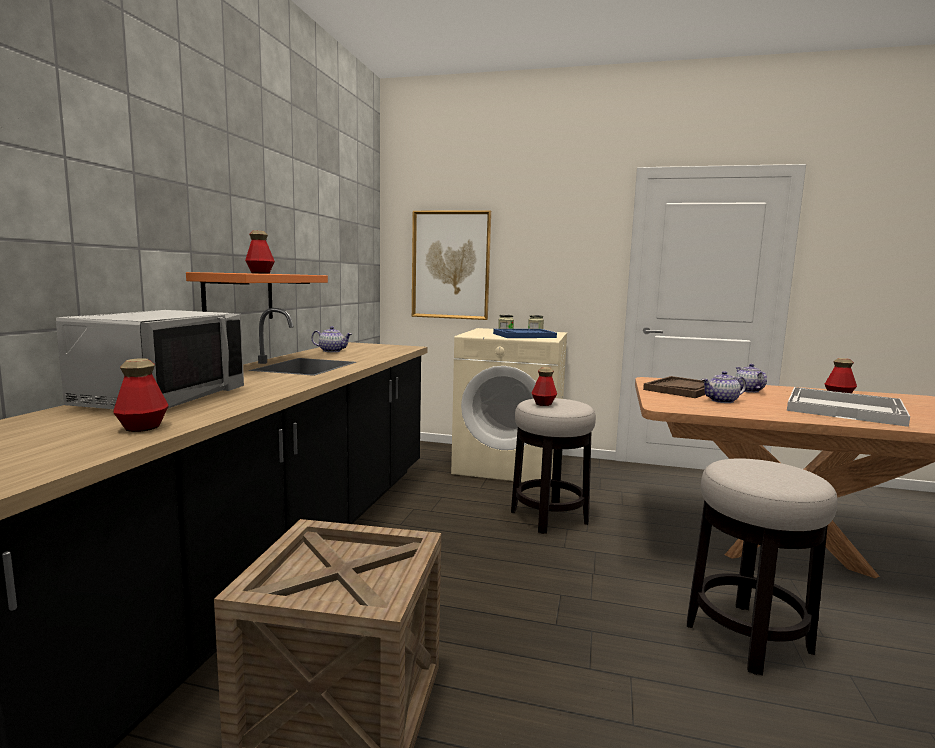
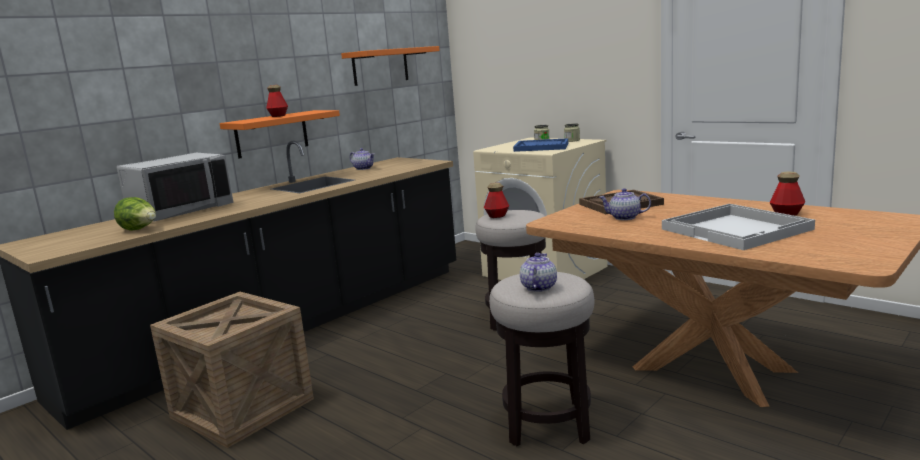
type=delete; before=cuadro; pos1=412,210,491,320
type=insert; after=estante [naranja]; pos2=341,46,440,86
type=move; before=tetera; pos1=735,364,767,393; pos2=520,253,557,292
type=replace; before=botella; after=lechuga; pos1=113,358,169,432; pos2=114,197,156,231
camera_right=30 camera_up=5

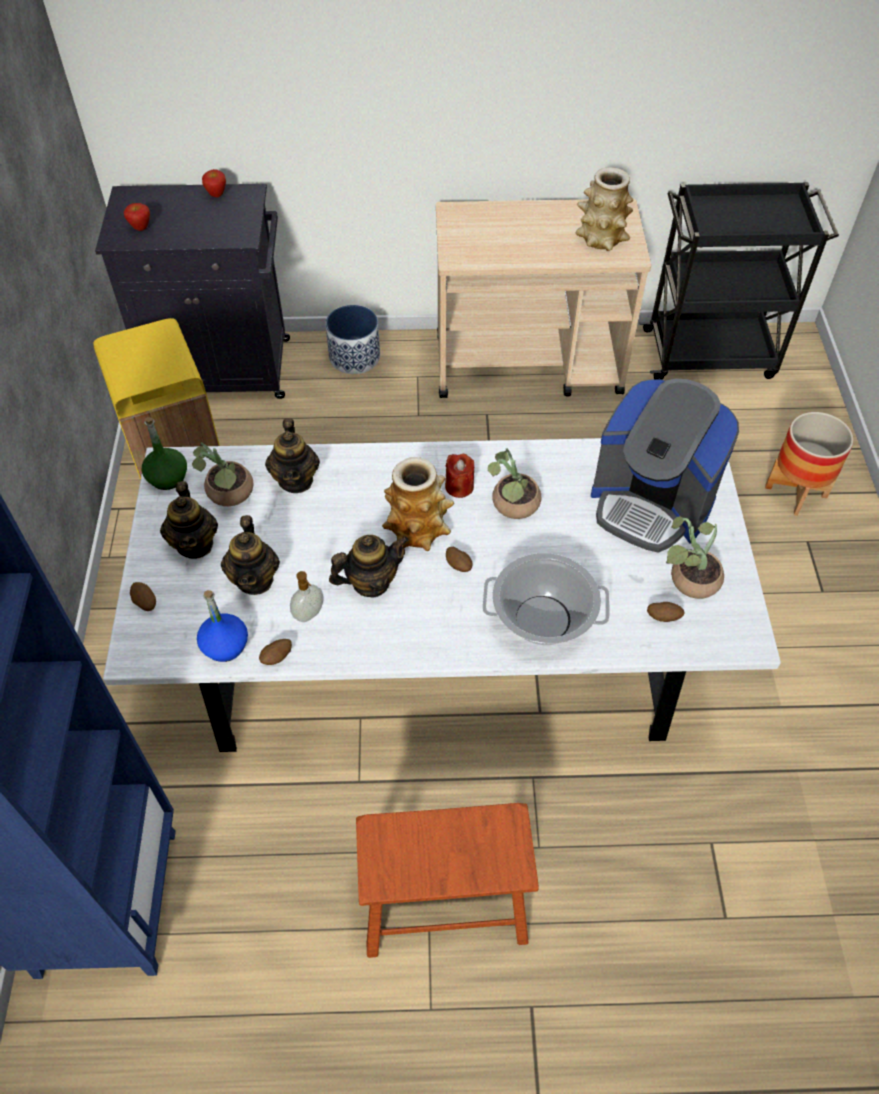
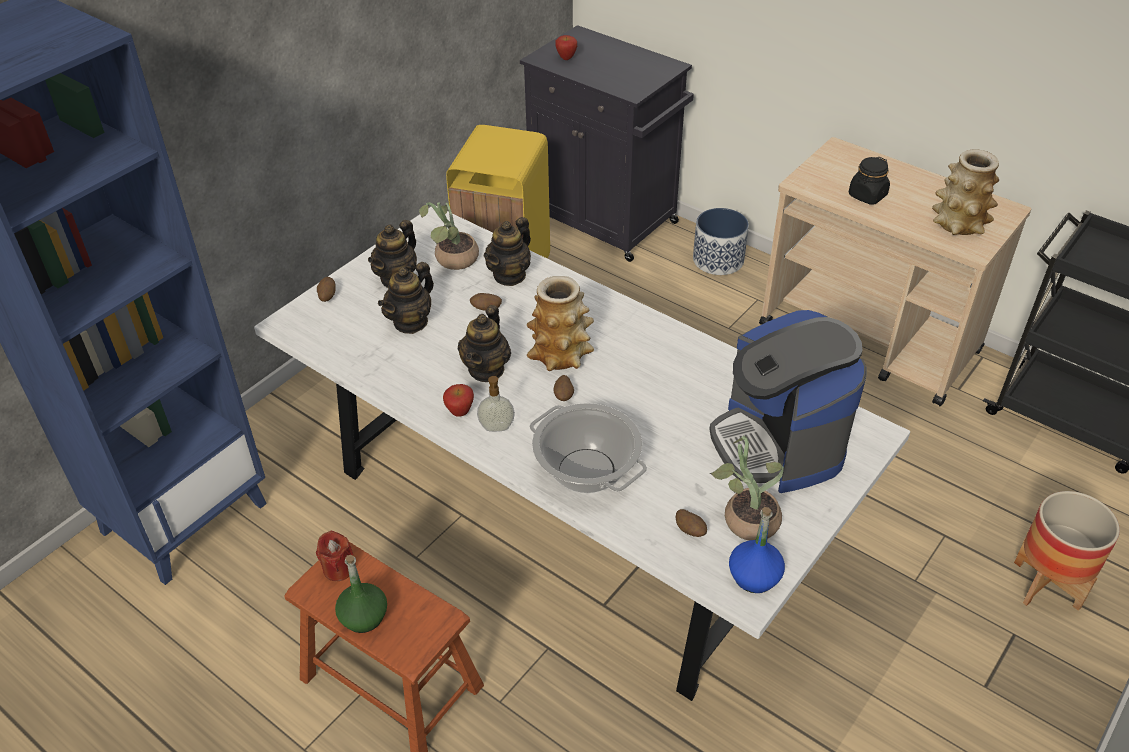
type=delete; before=planta en maceta; pos1=488,448,541,519
type=insert; after=tarro [negro]; pos2=849,157,890,205
type=move; before=botella [verde]; pos1=142,417,187,490; pos2=335,555,387,633
type=move; before=botella [azul]; pos1=197,590,248,662; pos2=729,507,785,593
type=move; before=manzana; pos1=202,169,226,197; pos2=443,384,474,417
type=move; before=patata; pos1=259,639,292,665; pos2=470,293,502,311
type=move; before=dispensador de jabón; pos1=290,571,323,622; pos2=477,376,515,432
type=move; before=vela [rojo]; pos1=445,454,474,498; pos2=316,531,356,581
type=rotate; before=tetera; pos1=329,535,409,598; pos2=458,305,511,382; turn=90
camera_right=40 camera_up=-10

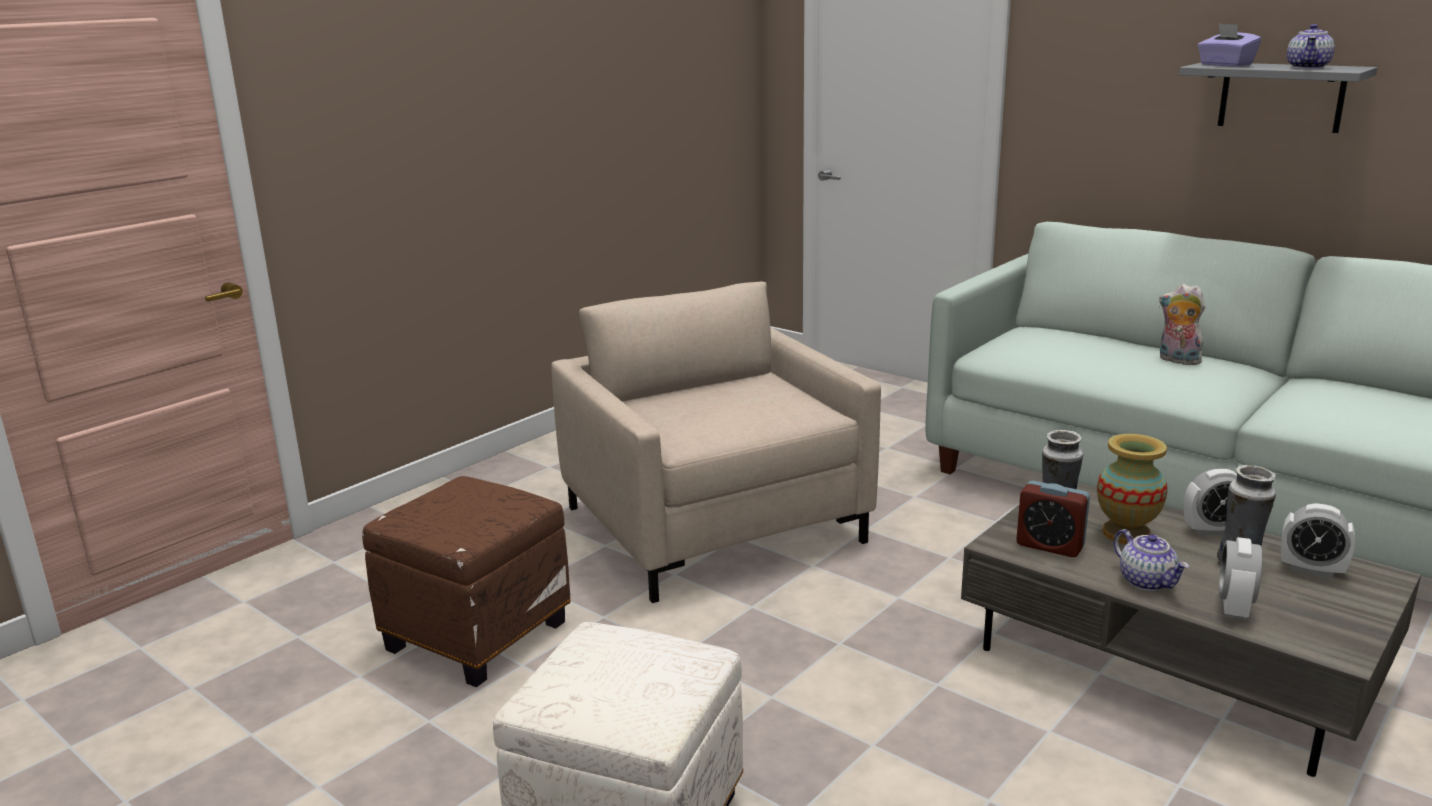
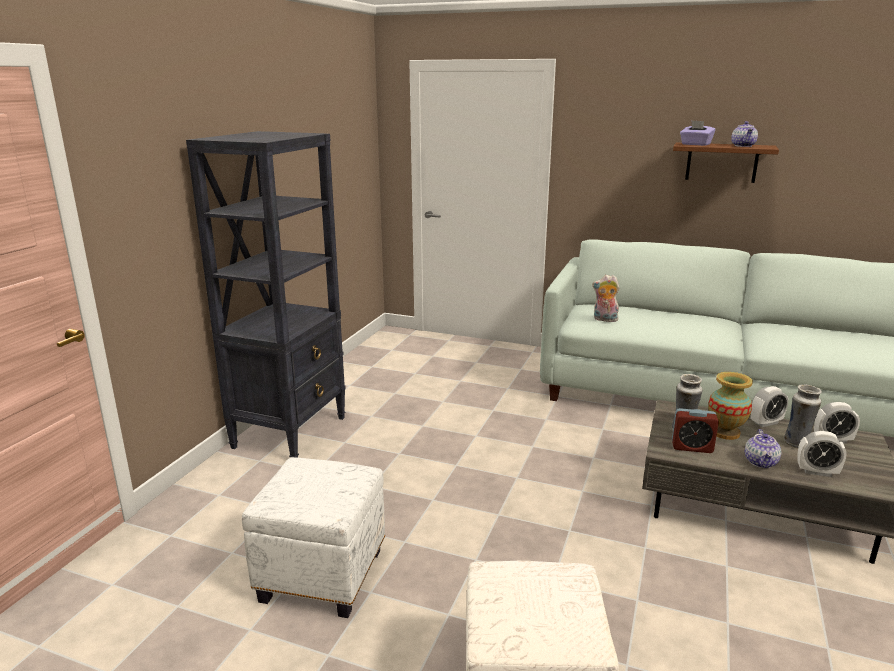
type=delete; before=sillón [beis]; pos1=551,281,881,603
type=insert; after=estantería [negro]; pos2=186,131,346,458
type=move; before=peluche; pos1=1159,284,1206,365; pos2=592,275,620,322
type=recolor; before=puf [marrón]; after=puf [blanco]; pos1=362,476,571,687; pos2=242,457,385,618
type=recolor; before=estante [gris]; after=estante [marrón]; pos1=1179,63,1378,133; pos2=673,143,779,183
type=rotate; before=tetera; pos1=1113,529,1189,591; pos2=745,429,781,468; turn=60
type=rotate; before=despertador; pos1=1219,537,1263,620; pos2=797,431,847,477; turn=-75
camera_right=-20 camera_up=0

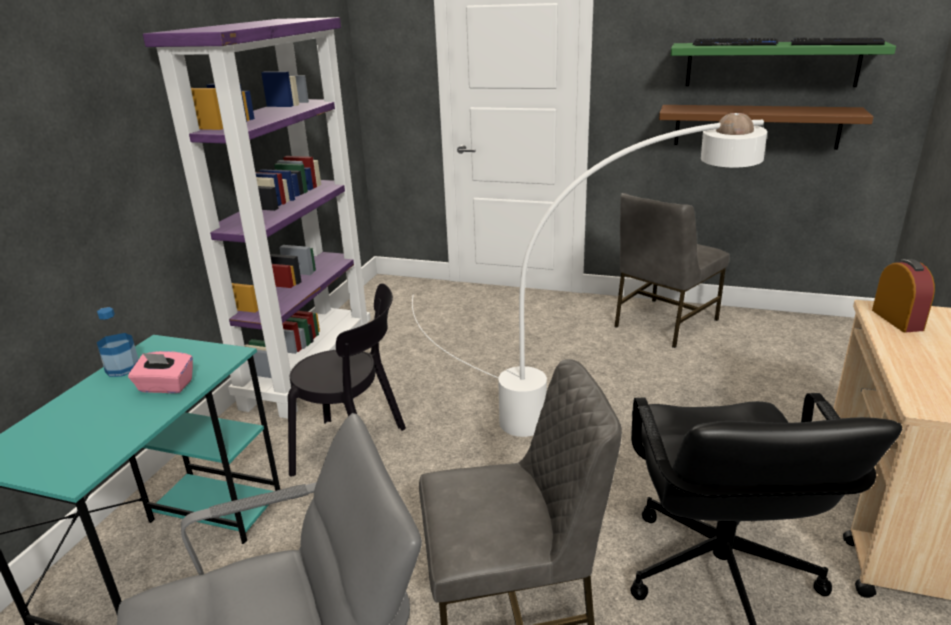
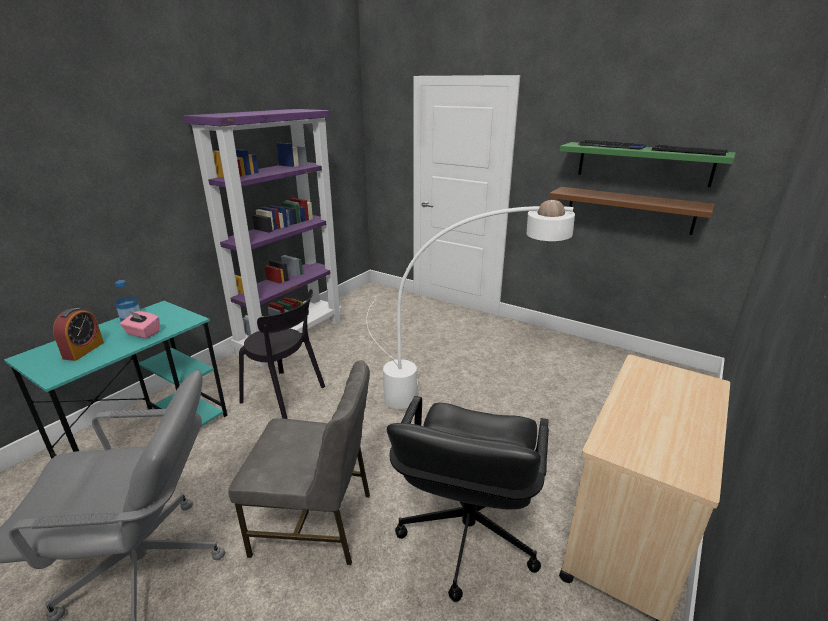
type=delete; before=silla [gris]; pos1=614,193,729,348
type=move; before=despertador; pos1=872,259,935,332; pos2=53,308,104,361
camera_right=15 camera_up=0

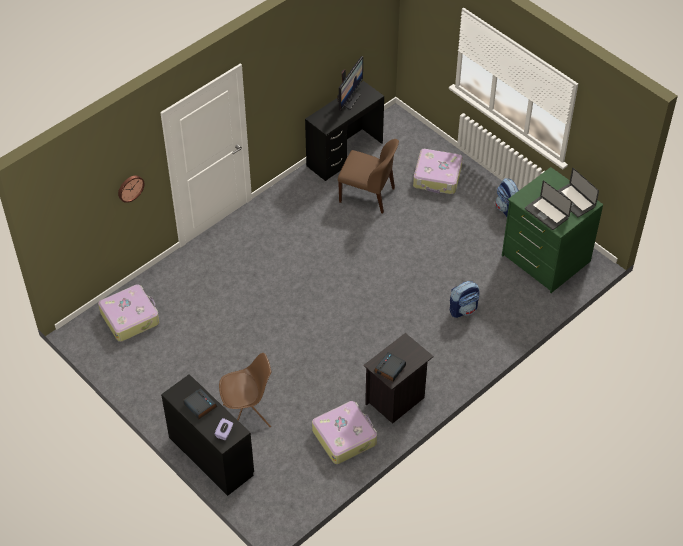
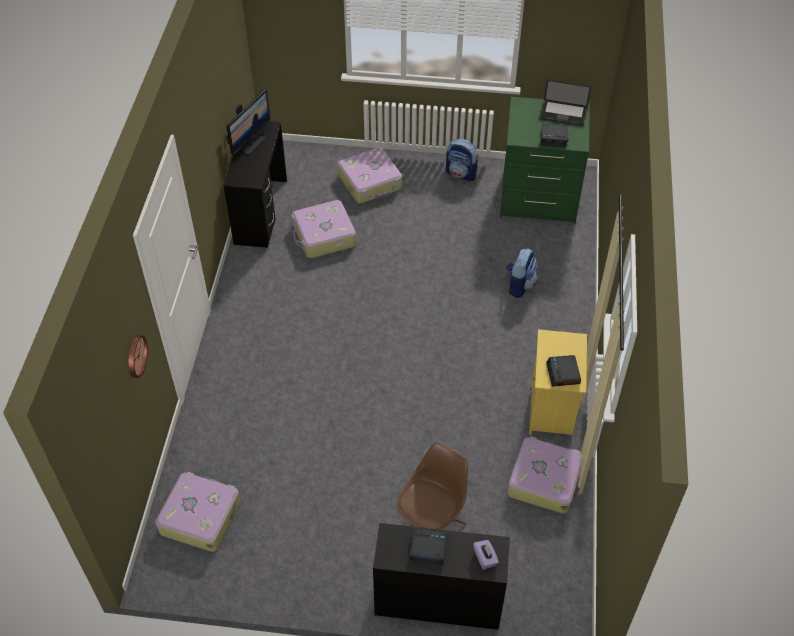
type=replace; before=silla [marrón]; after=maleta; pos1=338,139,399,214; pos2=292,200,356,258
type=replace; before=portátil; after=despertador; pos1=525,181,572,230; pos2=540,123,568,148
type=recolor; before=mesita de noche [negro]; after=mesita de noche [amarillo]; pos1=363,333,434,424; pos2=529,329,587,435
type=rotate; before=monitor; pos1=337,56,363,111; pos2=226,90,270,156; turn=45
camera_right=-40 camera_up=0

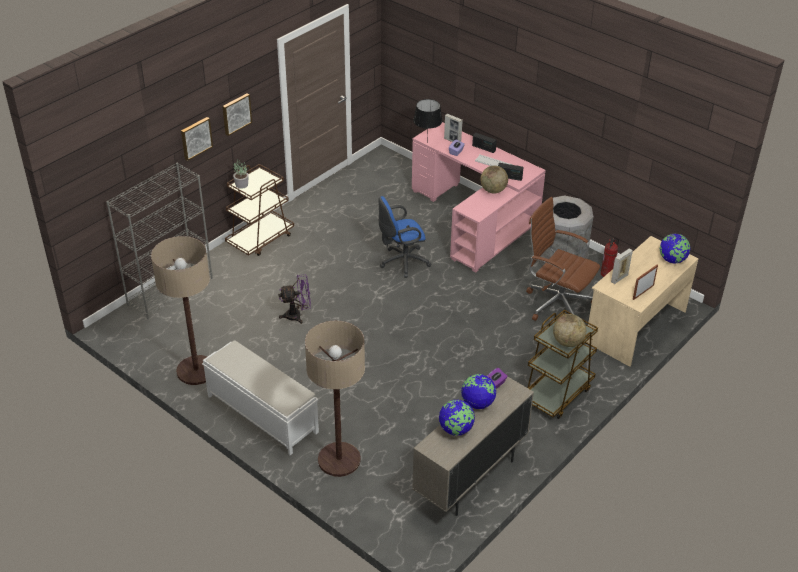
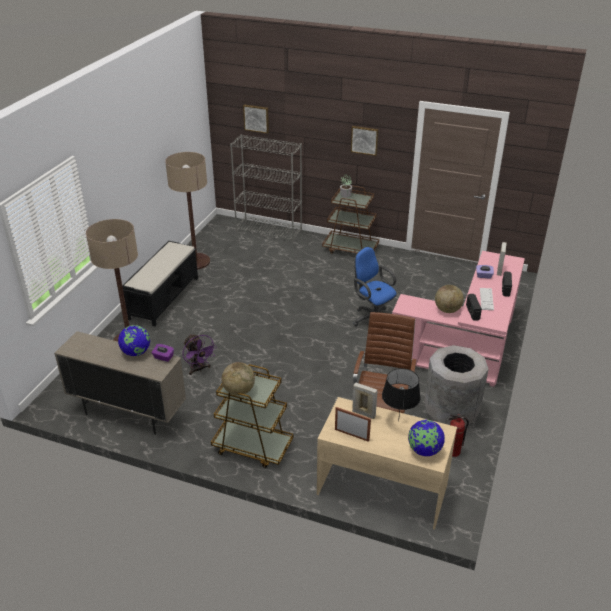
type=delete; before=globo terráqueo; pos1=439,400,475,436
type=move; before=cuadro; pos1=181,117,213,161; pos2=243,104,269,134
type=move; before=ventilador [morado]; pos1=278,274,311,324; pos2=183,334,215,375
type=move; before=lámpara de mesa [negro]; pos1=413,99,442,138; pos2=382,368,421,422
type=recolor; before=banco [blanco]; after=banco [negro]; pos1=202,340,319,455; pos2=122,241,198,326
camera_right=70 camera_up=-5

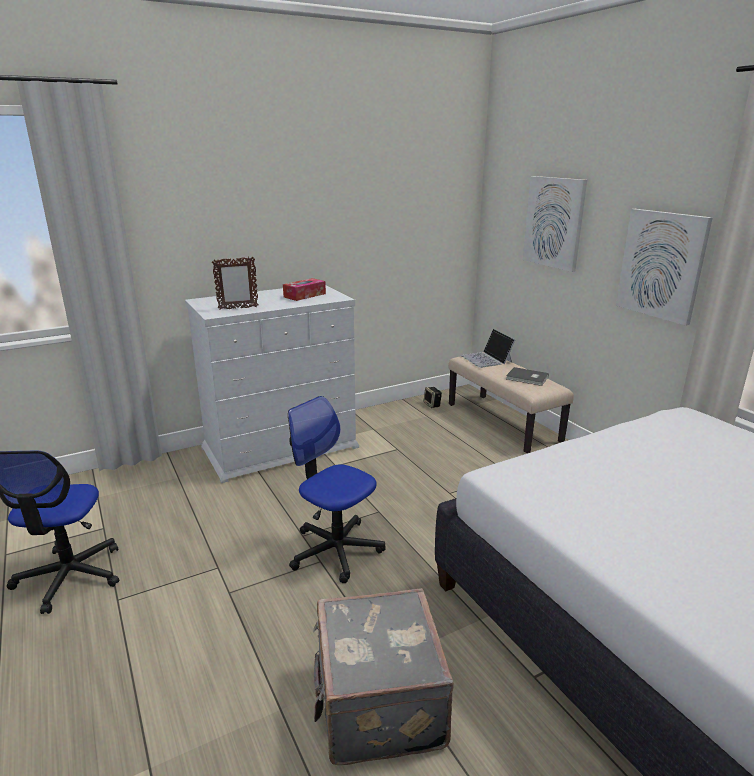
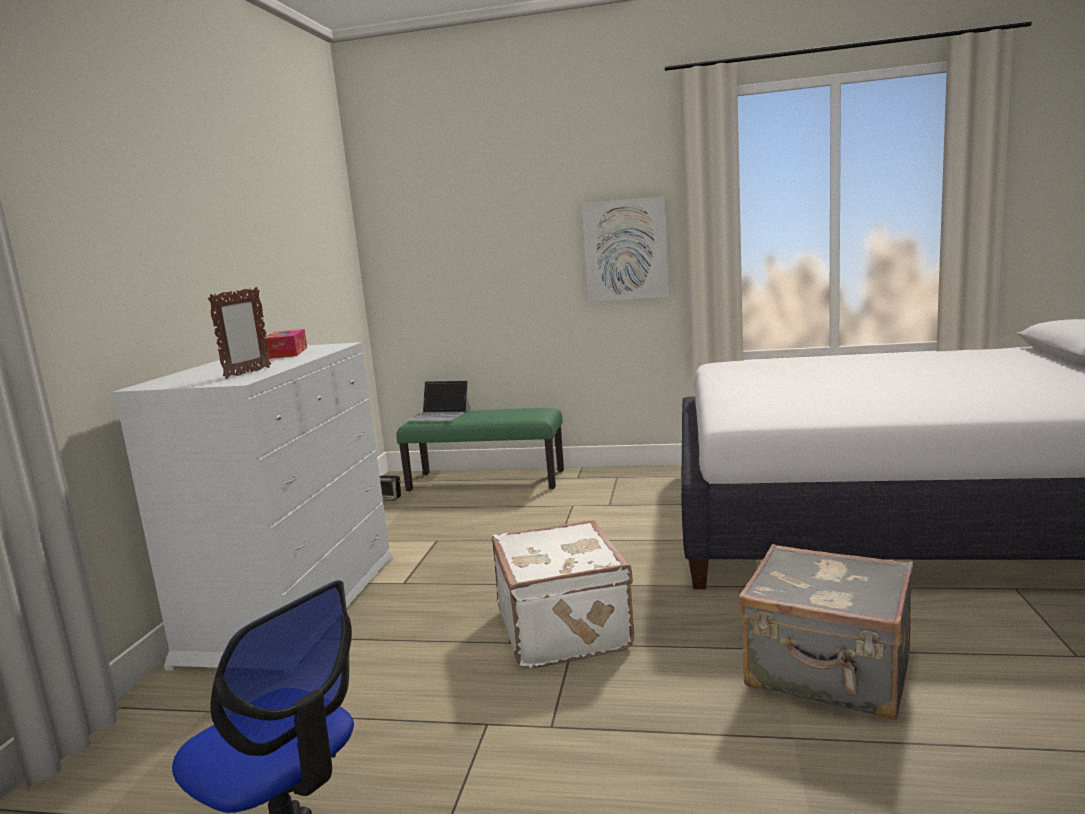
type=delete; before=libro [gris]; pos1=506,367,549,386
type=delete; before=cuadro; pos1=523,176,587,272
type=replace; before=silla de oficina; after=maleta [blanco]; pos1=288,396,386,583; pos2=492,520,634,669
type=recolor; before=banco [beis]; after=banco [verde]; pos1=449,352,574,453; pos2=396,408,564,491
camera_right=-50 camera_up=-10

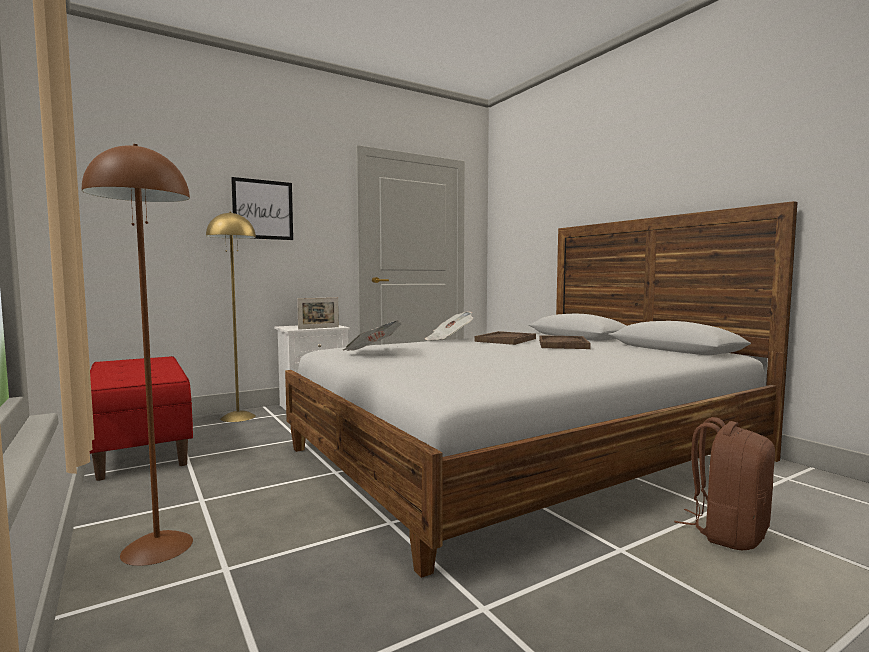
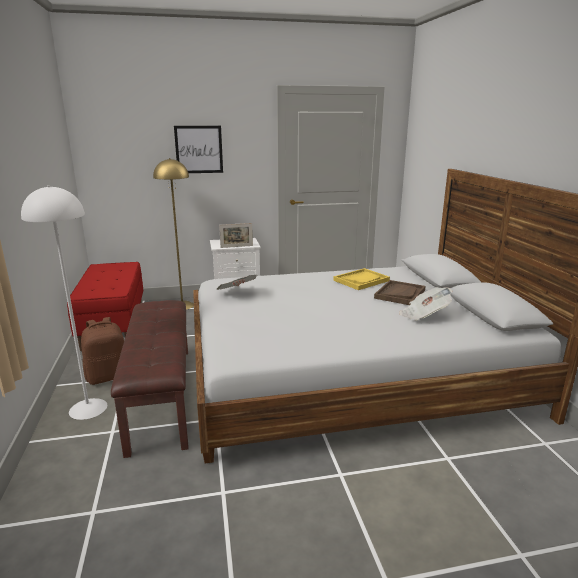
type=insert; after=banco [marrón]; pos2=111,300,188,458
type=move; before=periódico; pos1=425,312,473,340; pos2=399,287,453,321
type=move; before=mochila [marrón]; pos1=674,417,775,550; pos2=81,317,124,385
type=recolor; before=lámpara de pie [marrón]; after=lámpara de pie [blanco]; pos1=82,144,193,566; pos2=21,185,107,420
type=recolor; before=bandeja [marrón]; after=bandeja [amarillo]; pos1=475,331,536,345; pos2=333,268,390,290
camera_right=20 camera_up=15

